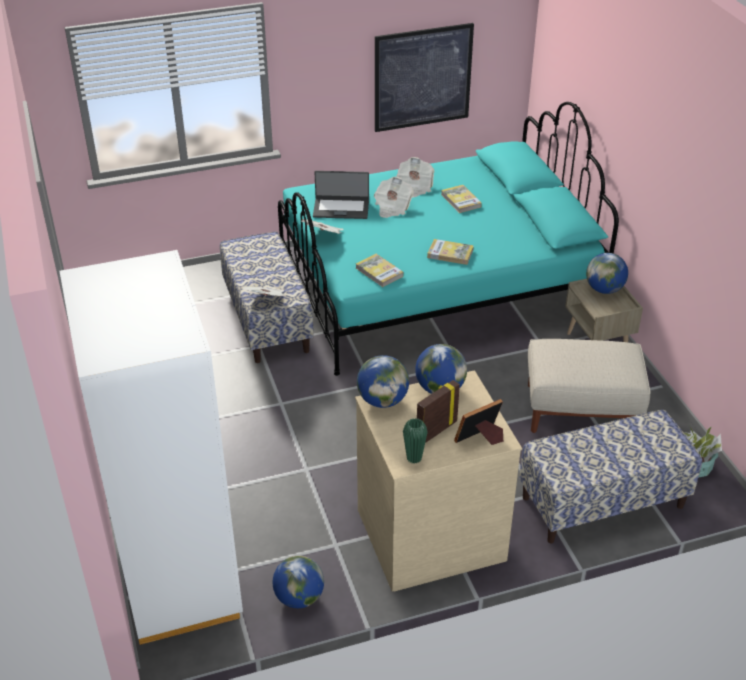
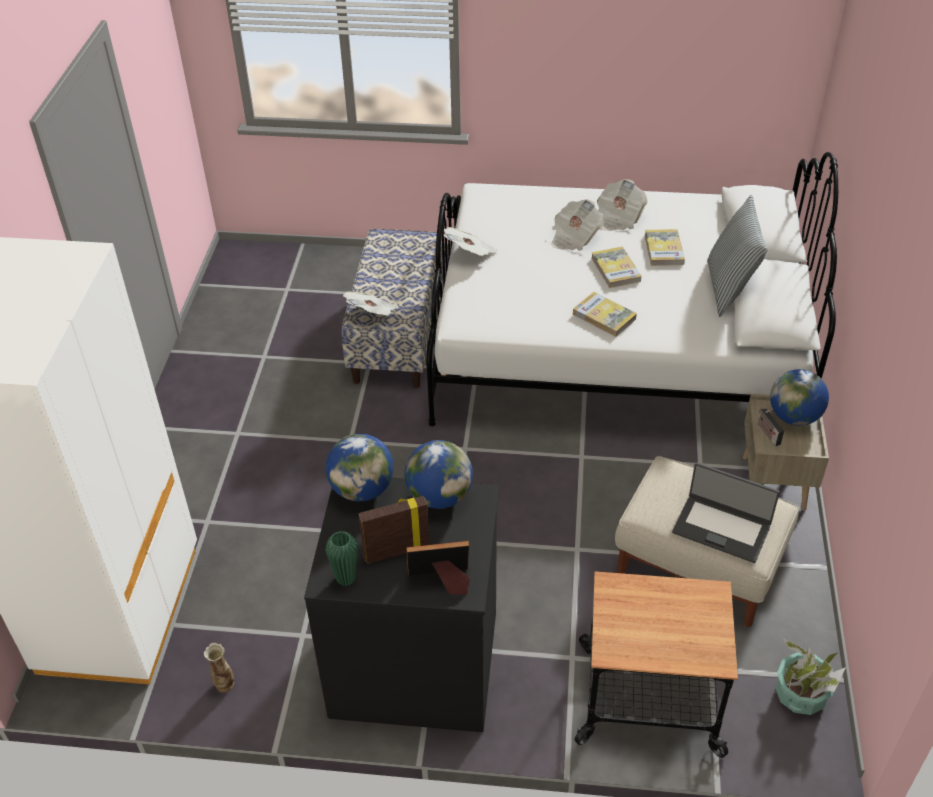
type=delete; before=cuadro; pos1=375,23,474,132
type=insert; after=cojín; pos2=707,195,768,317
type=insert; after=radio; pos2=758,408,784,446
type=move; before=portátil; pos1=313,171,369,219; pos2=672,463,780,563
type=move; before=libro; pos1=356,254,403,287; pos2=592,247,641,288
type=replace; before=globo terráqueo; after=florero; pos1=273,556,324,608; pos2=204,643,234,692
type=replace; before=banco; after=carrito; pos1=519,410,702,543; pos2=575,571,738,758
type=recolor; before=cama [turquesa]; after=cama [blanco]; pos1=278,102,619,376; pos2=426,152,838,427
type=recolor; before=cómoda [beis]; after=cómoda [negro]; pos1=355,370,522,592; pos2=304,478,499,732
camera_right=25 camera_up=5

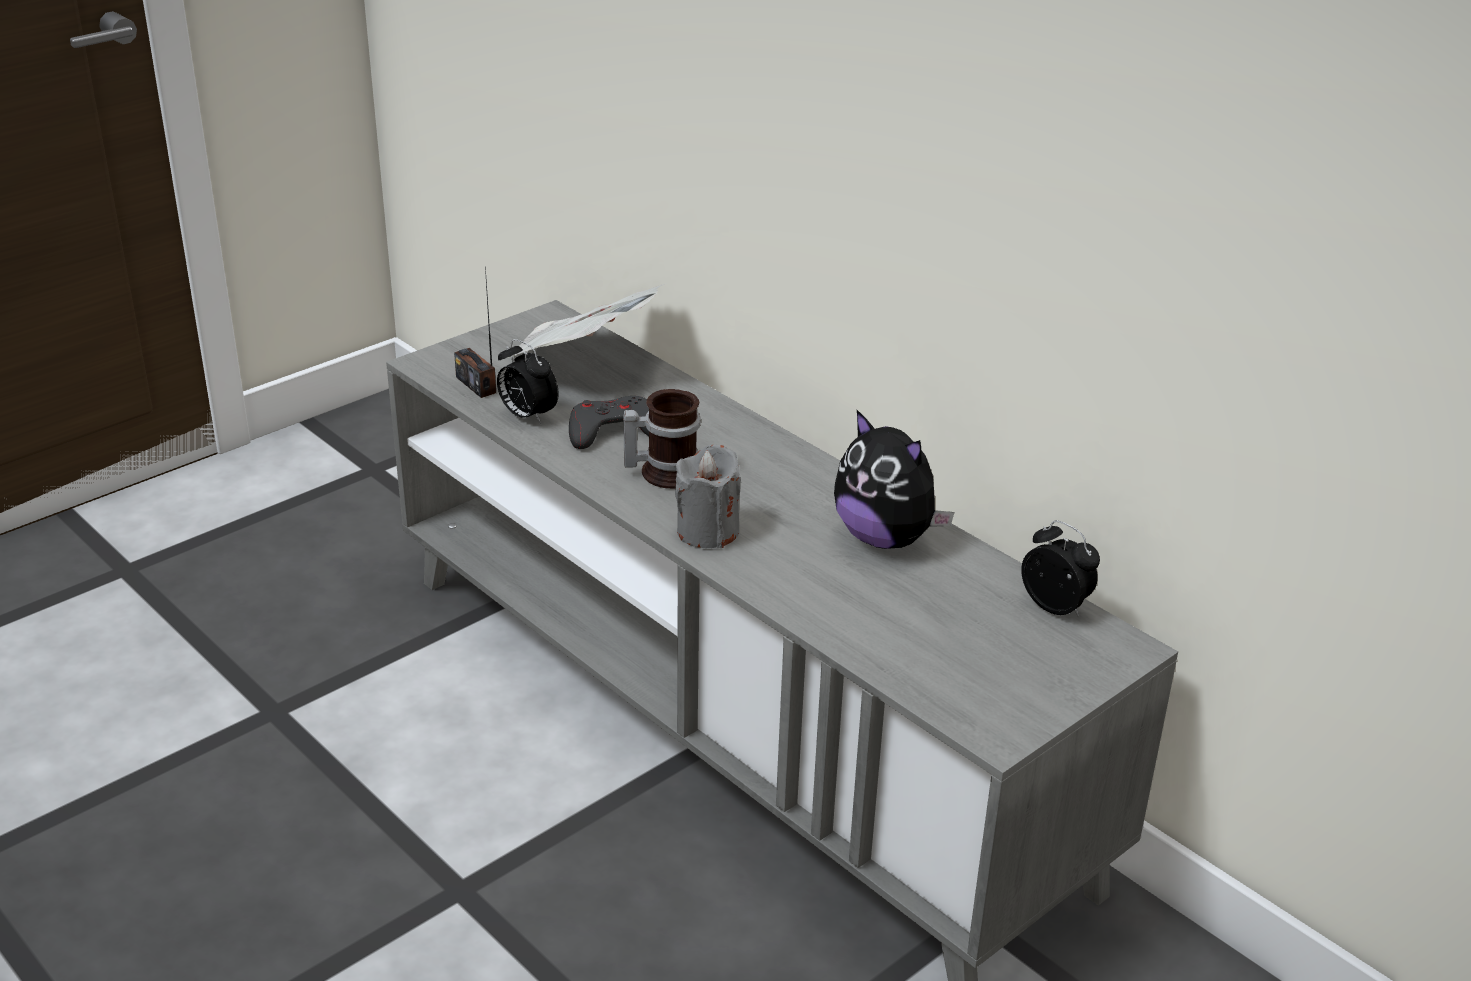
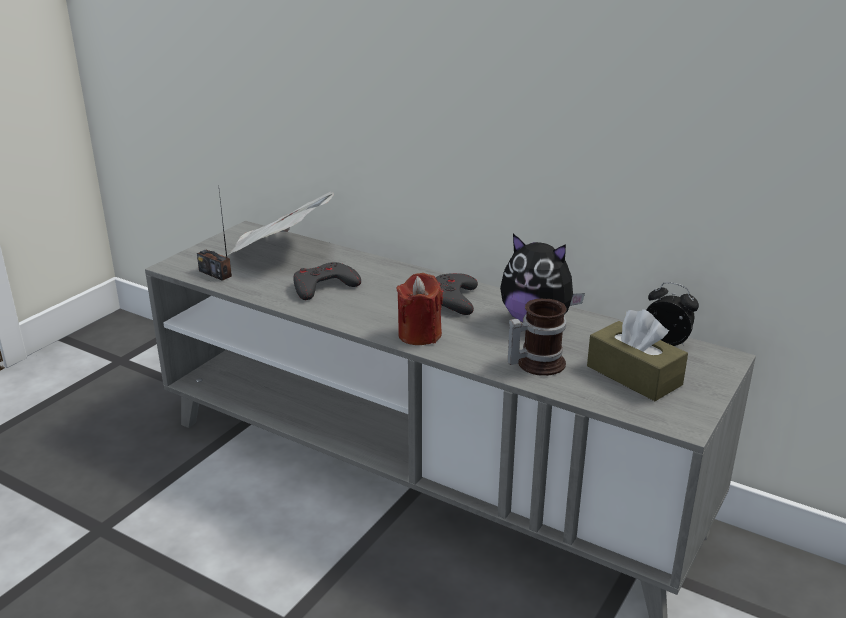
type=delete; before=despertador; pos1=497,339,559,425
type=insert; after=mando de consola [gris]; pos2=436,273,478,315
type=insert; after=caja de pañuelos [marrón]; pos2=587,309,688,401
type=move; before=taza grande; pos1=623,389,701,489; pos2=508,299,567,376
type=recolor; before=vela [gris]; after=vela [rojo]; pos1=675,445,741,548; pos2=396,273,443,345
camera_right=-15 camera_up=-5

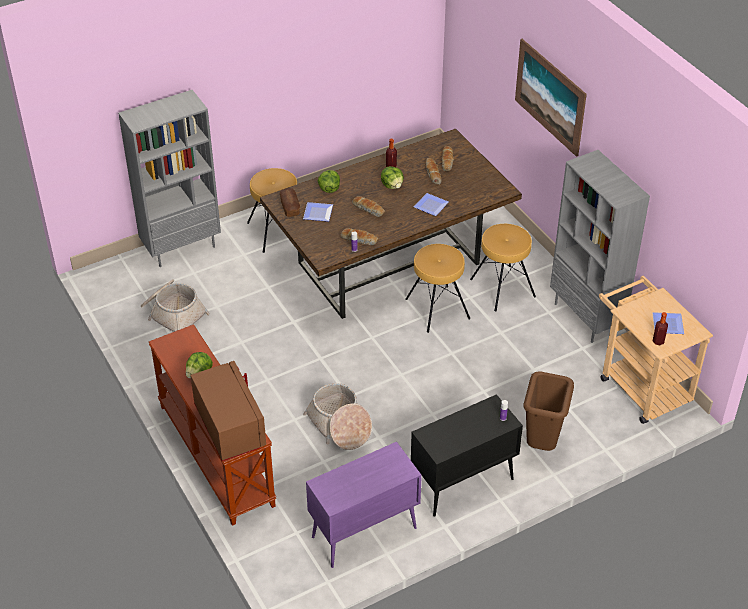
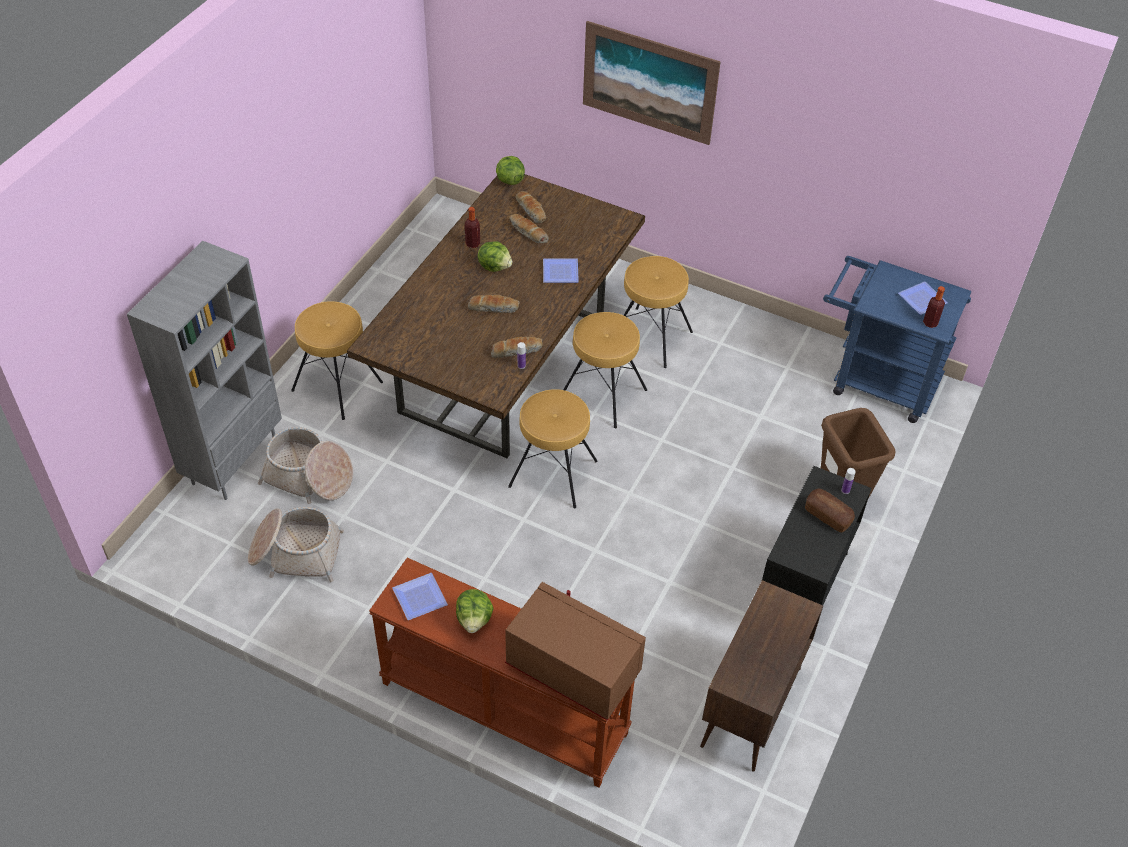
type=delete; before=estantería [gris]; pos1=550,150,650,343
type=insert; after=taburete [marrón]; pos2=508,389,598,508
type=move; before=pan; pos1=280,188,300,217; pos2=805,488,855,533
type=move; before=plato; pos1=303,202,333,222; pos2=392,573,448,620
type=move; before=cesta; pos1=303,383,372,450; pos2=258,427,353,504
type=move; before=lechuga; pos1=318,170,340,193; pos2=496,156,525,185
type=recolor; before=armario [morado]; after=armario [marrón]; pos1=306,442,422,568; pos2=700,580,823,772
type=recolor; before=carrito [beis]; after=carrito [azul]; pos1=599,276,713,424; pos2=823,256,972,423
camera_right=-35 camera_up=5

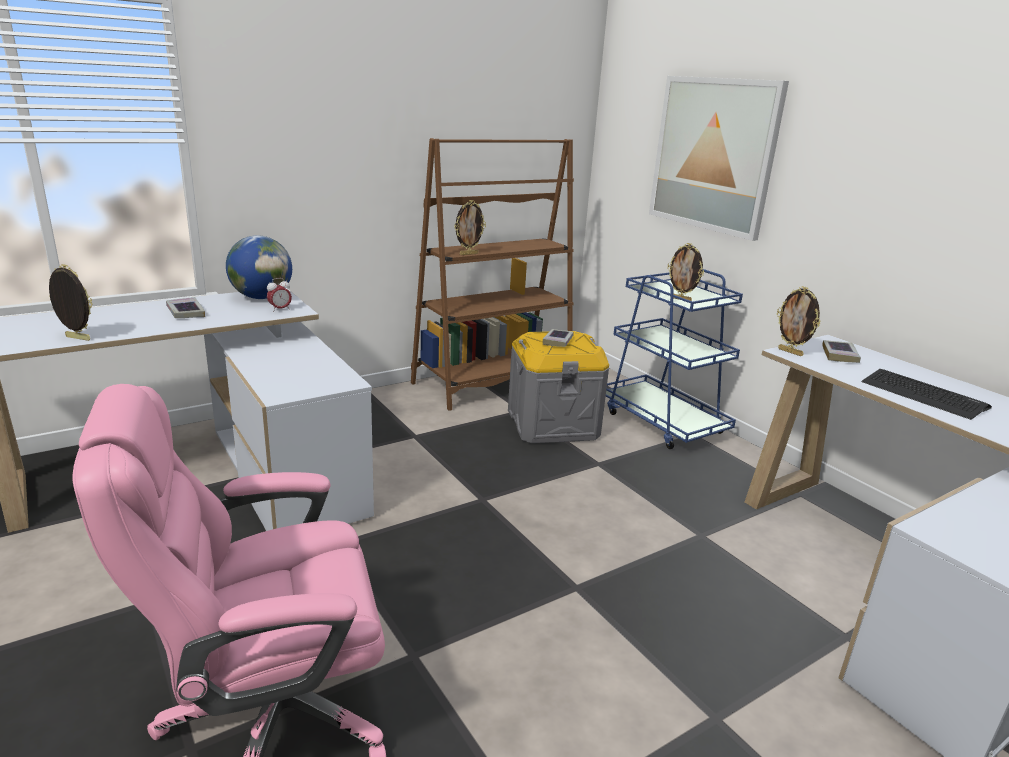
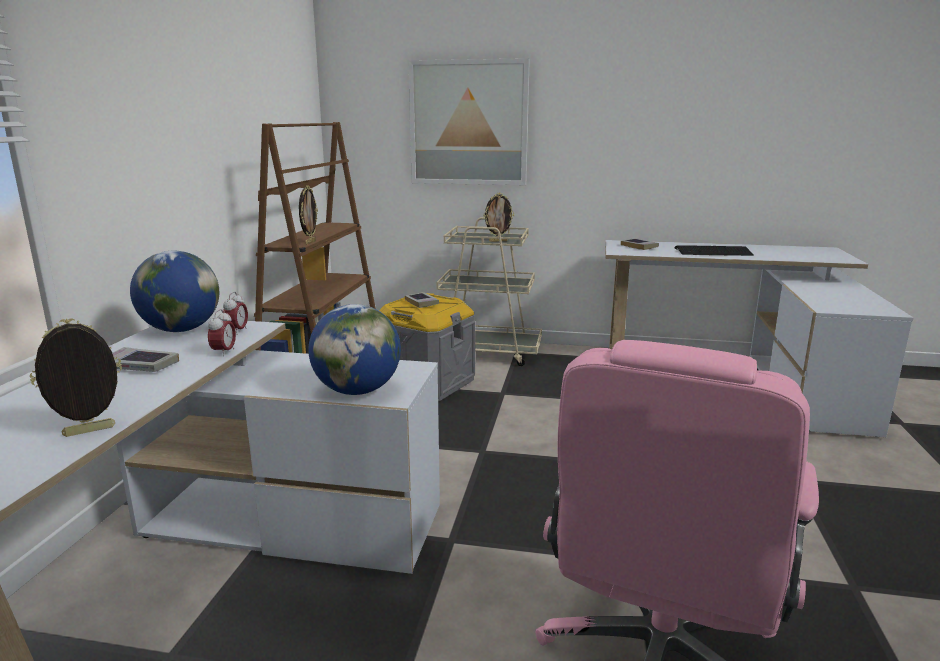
type=delete; before=portarretratos; pos1=777,286,820,356
type=insert; after=despertador; pos2=208,309,236,357
type=insert; after=globo terráqueo; pos2=308,304,401,395
type=recolor; before=carrito [azul]; after=carrito [beis]; pos1=606,269,743,449; pos2=437,217,542,366
camera_right=-45 camera_up=-5

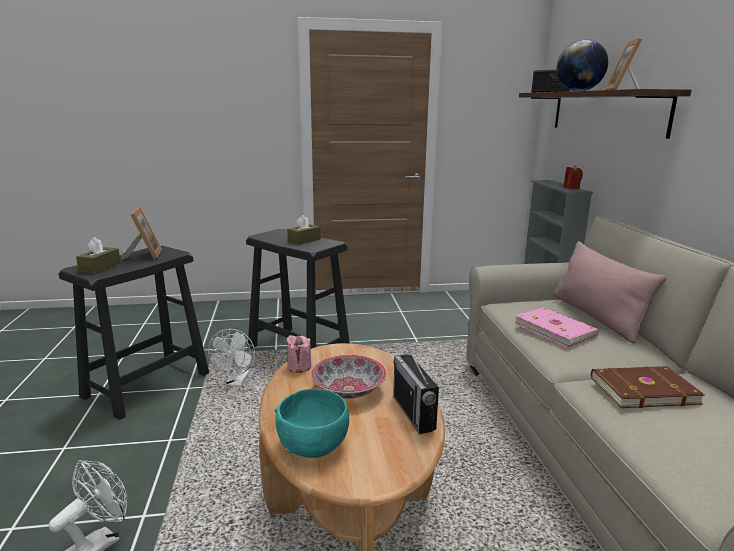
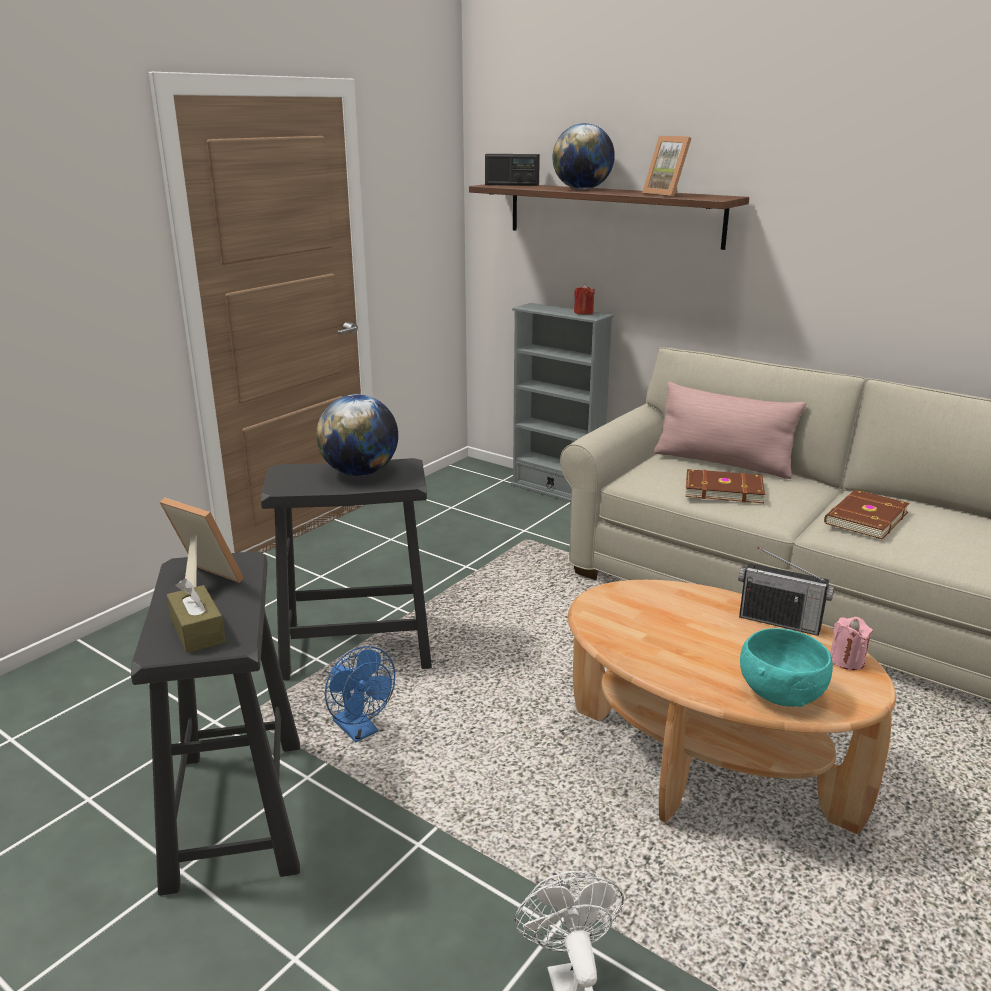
type=delete; before=cuenco; pos1=311,355,386,399
type=move; before=vela [rosa]; pos1=286,335,311,373; pos2=830,617,873,670
type=replace; before=caja de pañuelos [marrón]; after=globo terráqueo; pos1=287,215,321,245; pos2=316,394,398,476
type=recolor; before=ventilador [blanco]; after=ventilador [azul]; pos1=208,329,255,386; pos2=325,646,395,743
type=recolor; before=libro [rosa]; after=libro [marrón]; pos1=515,307,599,348; pos2=685,469,765,503
camera_right=-45 camera_up=5

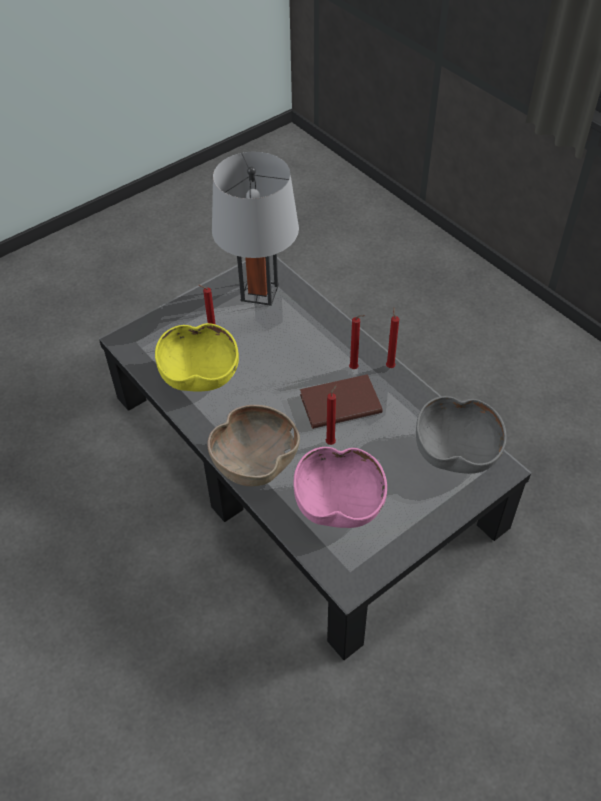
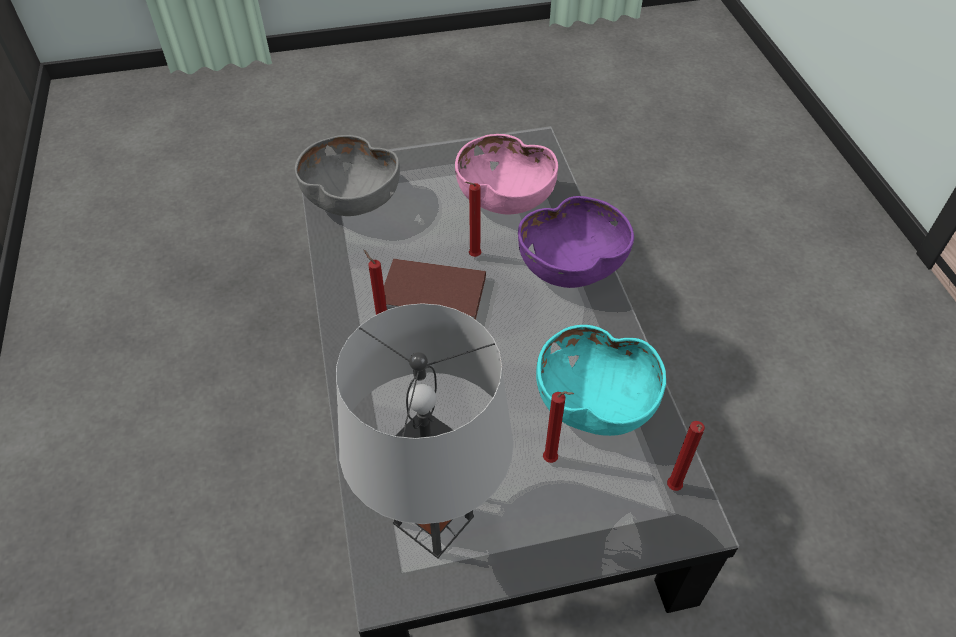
type=move; before=vela [rojo]; pos1=386,307,399,368; pos2=667,421,705,491
type=recolor; before=cuenco [amarillo]; after=cuenco [turquesa]; pos1=155,323,239,392; pos2=536,325,666,436
type=recolor; before=cuenco [marrón]; after=cuenco [morado]; pos1=207,405,300,486; pos2=518,196,634,288
camera_right=-155 camera_up=0

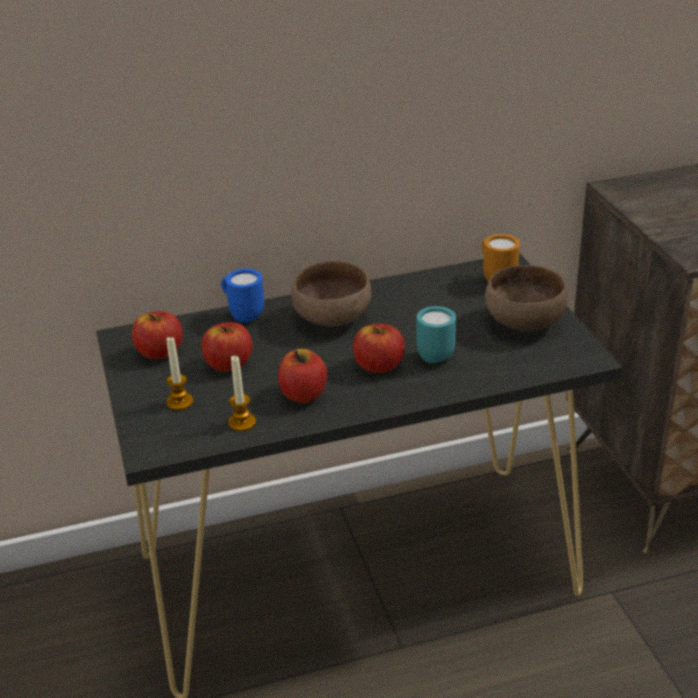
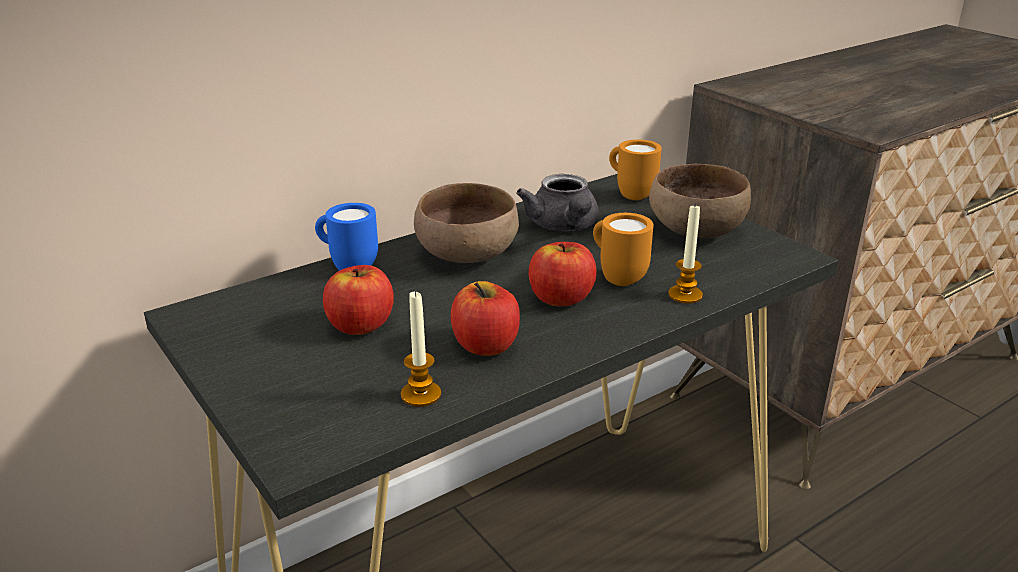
type=delete; before=manzana; pos1=132,311,183,359
type=insert; after=tetera [gris]; pos2=516,174,599,231
type=move; before=vela; pos1=166,337,193,410; pos2=668,203,703,304
type=recolor; before=taza grande [turquesa]; after=taza grande [naranja]; pos1=417,306,456,363; pos2=593,213,653,286
camera_right=-20 camera_up=-5

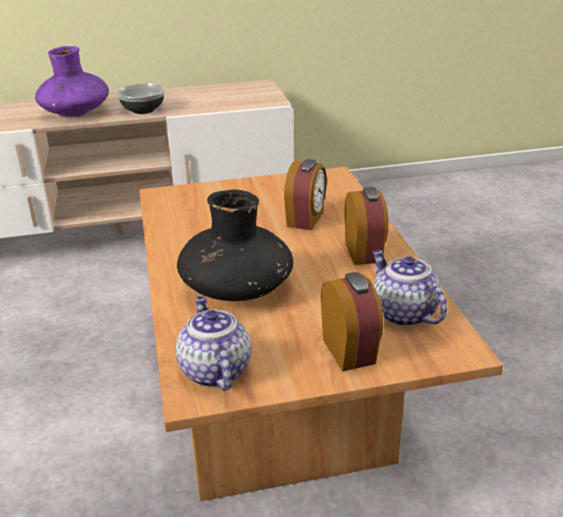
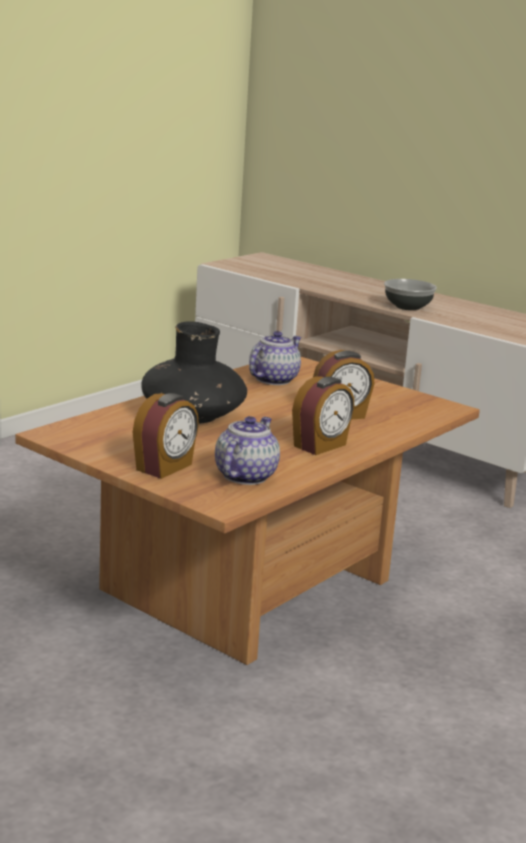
type=delete; before=florero [morado]; pos1=35,46,109,117
type=move; before=tetera; pos1=176,296,252,391; pos2=249,331,301,385
camera_right=50 camera_up=-10

